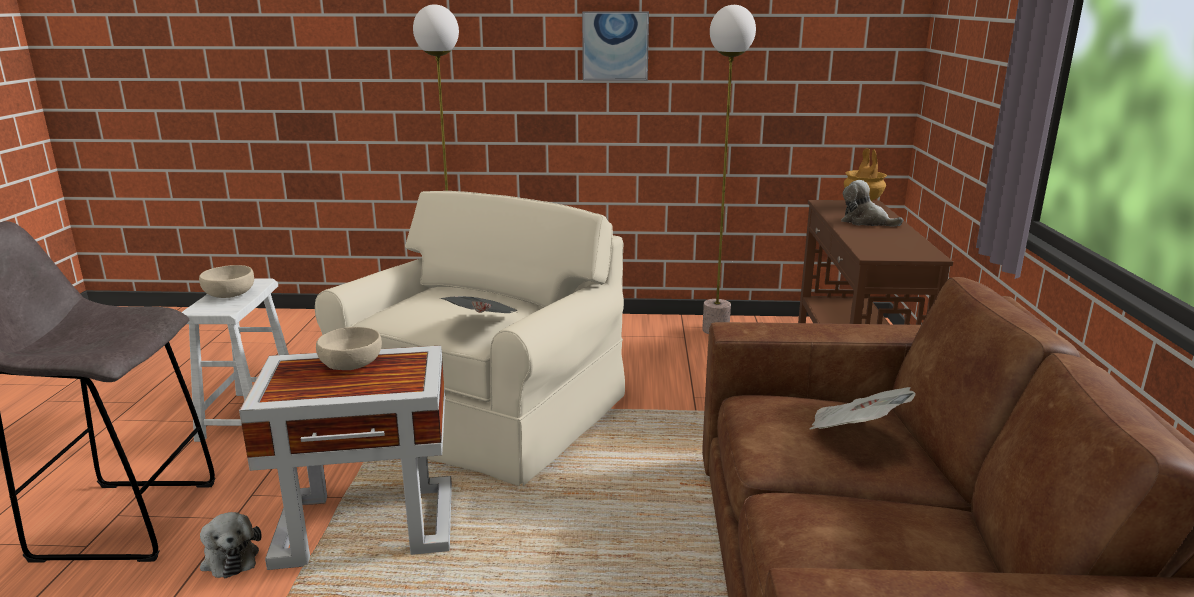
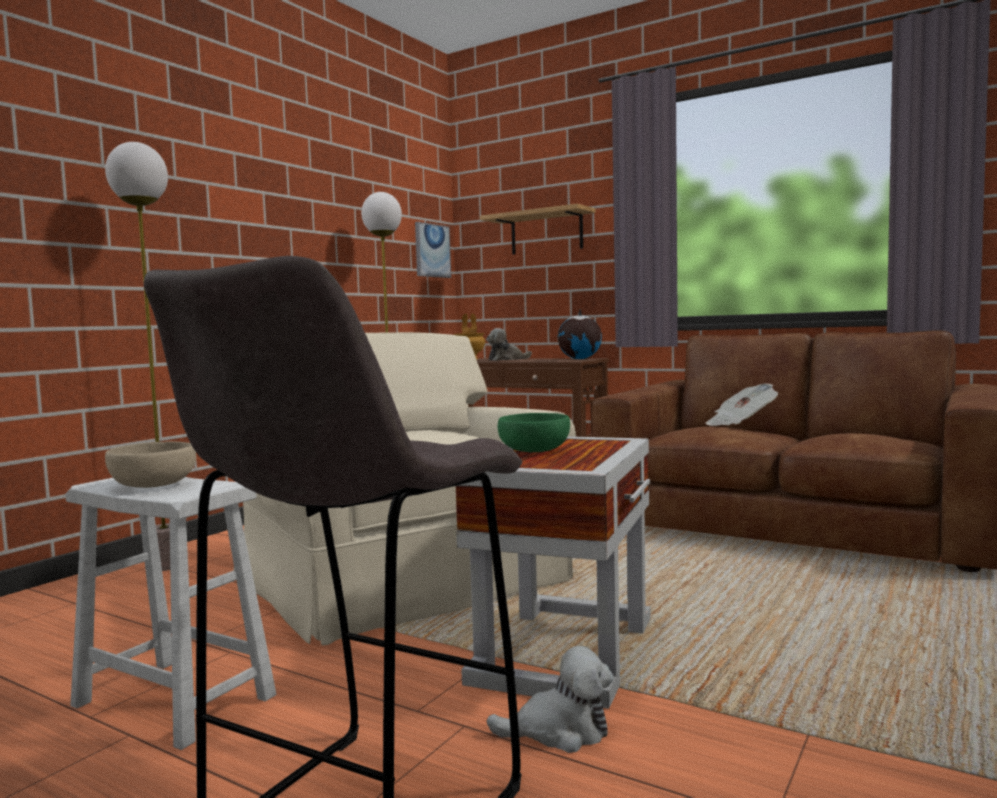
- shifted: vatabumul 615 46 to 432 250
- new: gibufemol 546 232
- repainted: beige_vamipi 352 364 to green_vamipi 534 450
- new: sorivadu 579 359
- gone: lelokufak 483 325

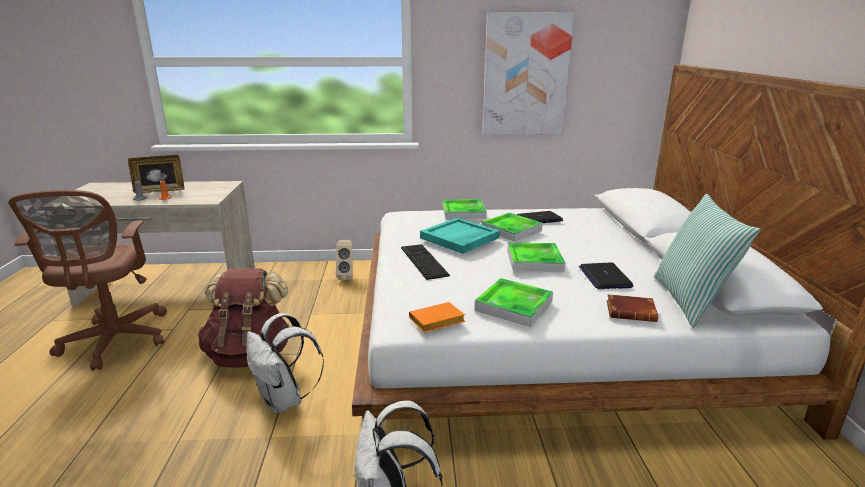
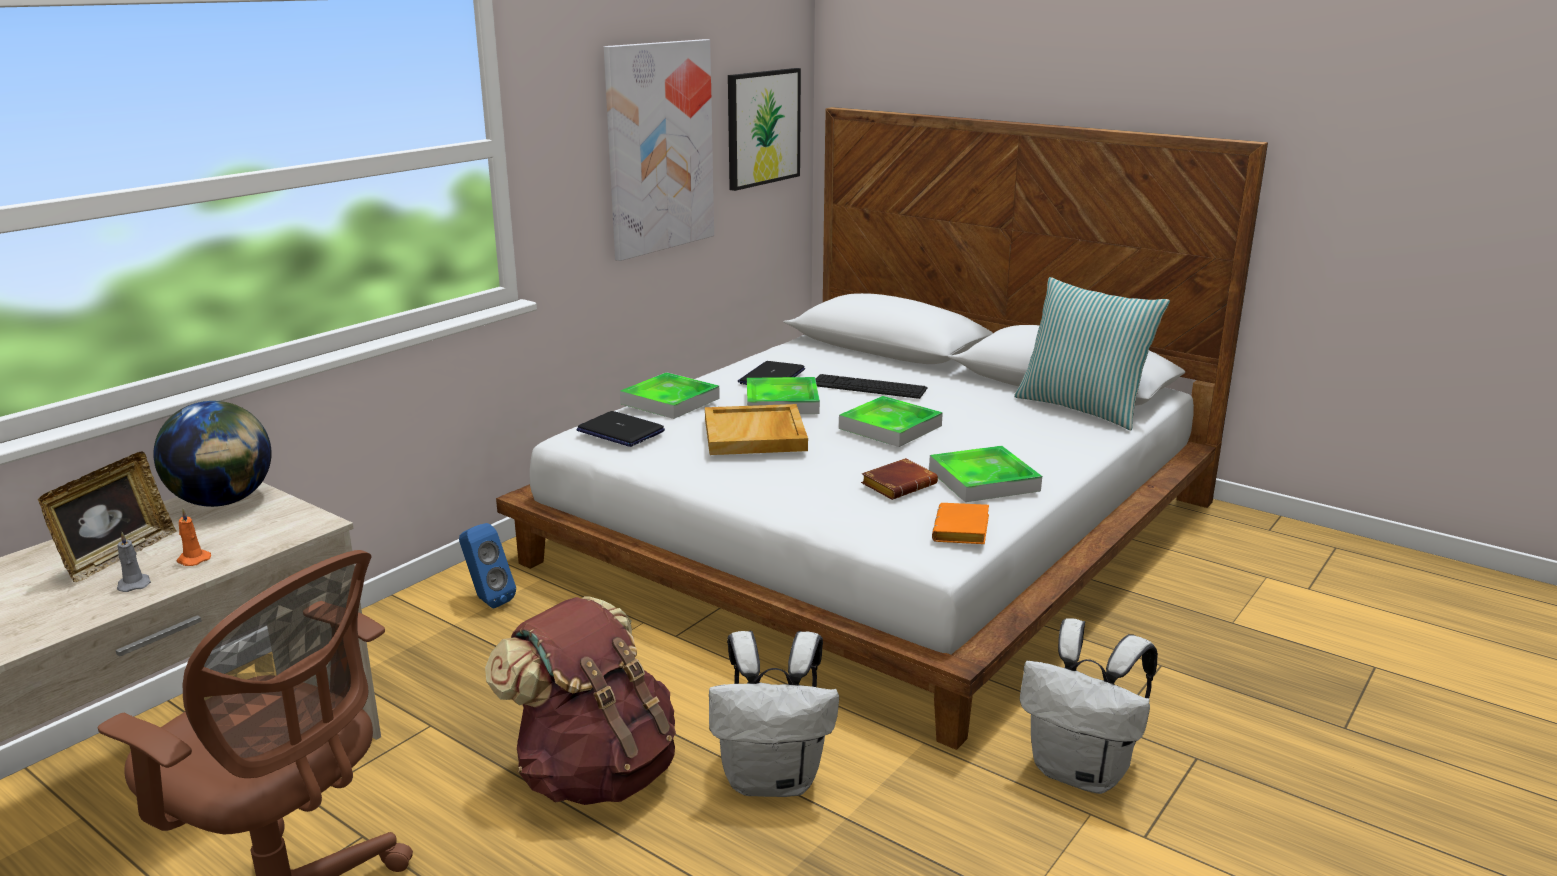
- new: sorivadu 223 501
- repainted: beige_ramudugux 346 277 to blue_ramudugux 487 600
- shifted: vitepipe 604 277 to 620 431
- repainted: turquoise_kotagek 459 238 to beige_kotagek 755 435
- new: vatabumul 762 127
- shifted: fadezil 424 261 to 868 387
- shifted: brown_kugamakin 632 312 to 899 484

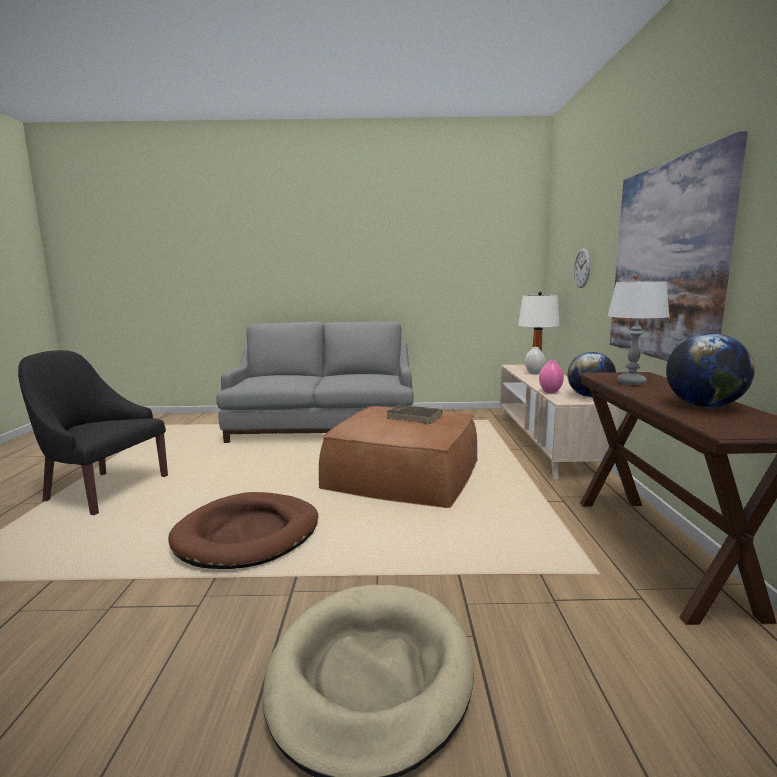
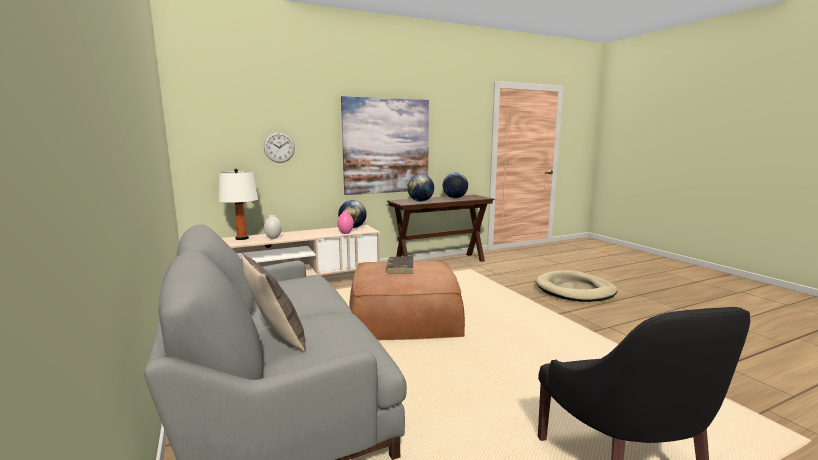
- new: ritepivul 275 338
- swapped: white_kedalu 631 382 to sorivadu 420 201
- gone: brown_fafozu 248 535

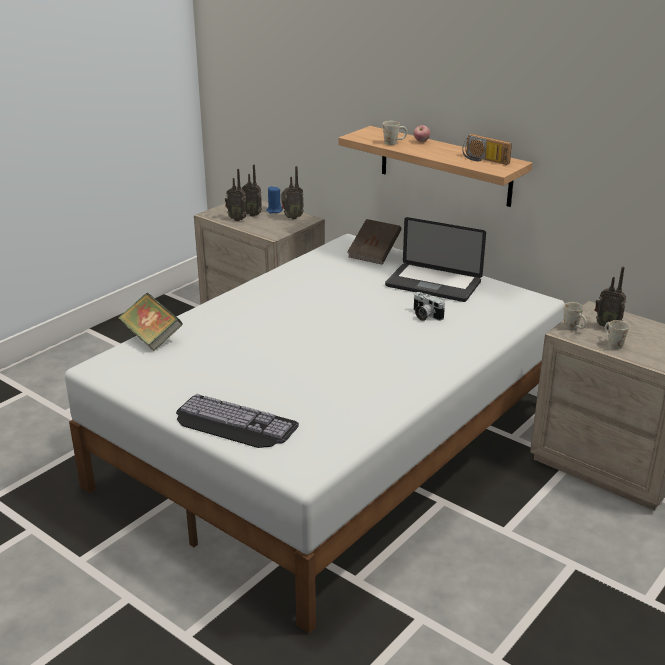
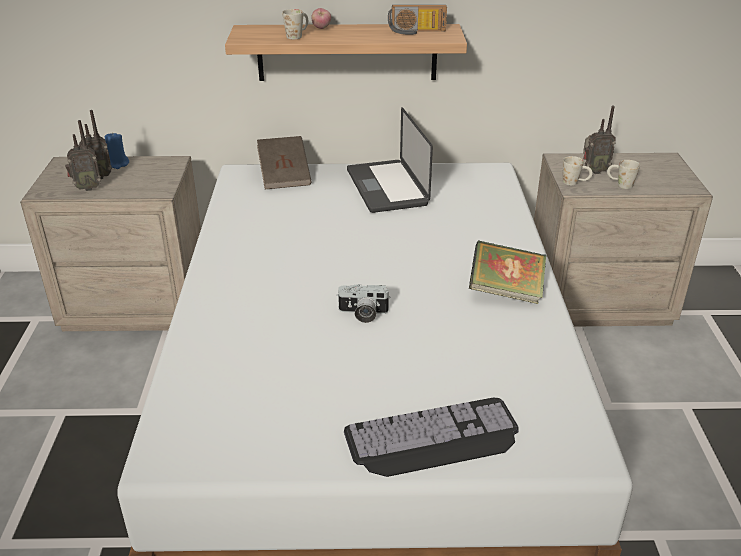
- shifted: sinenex 425 316 to 362 314
- rotated: vitepipe 433 284 = 386 187 90 degrees clockwise
- shifted: kugamakin 151 337 to 505 291
- gone: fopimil 291 217

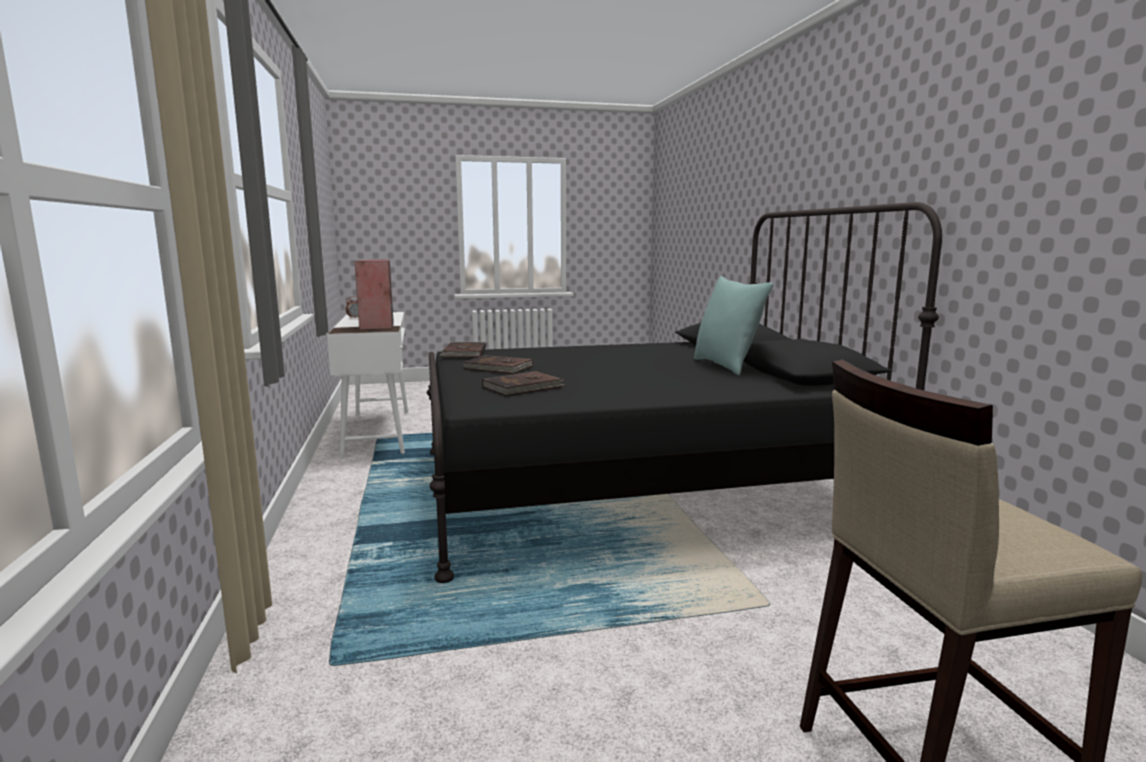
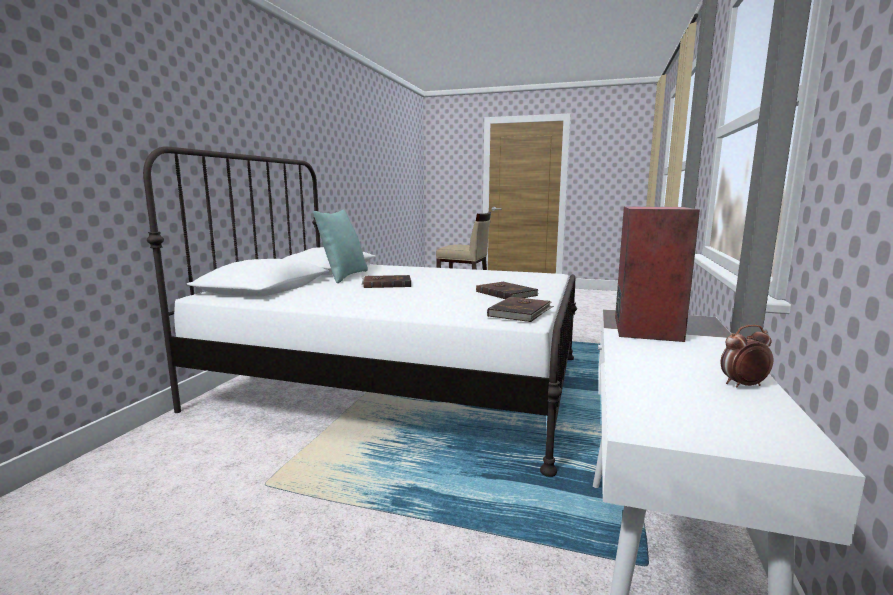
- repainted: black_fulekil 636 486 to white_fulekil 399 382
- shifted: brown_kugamakin 523 387 to 386 284

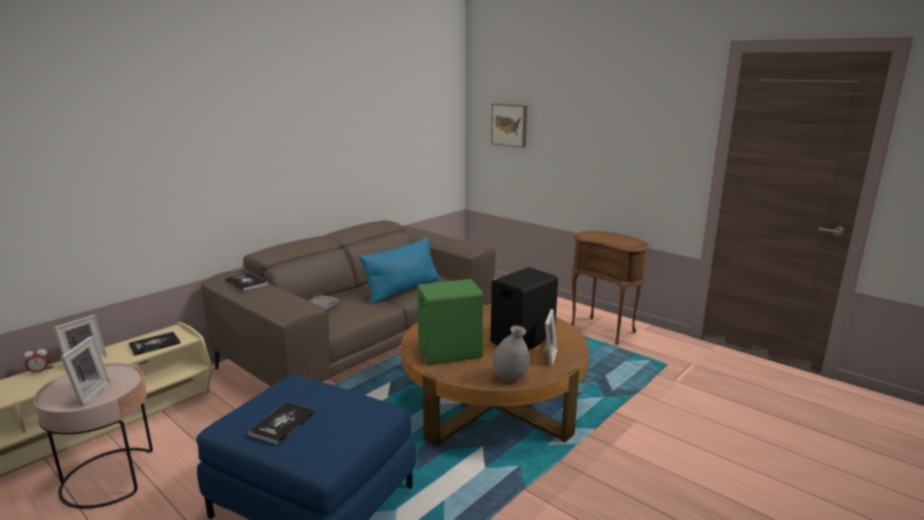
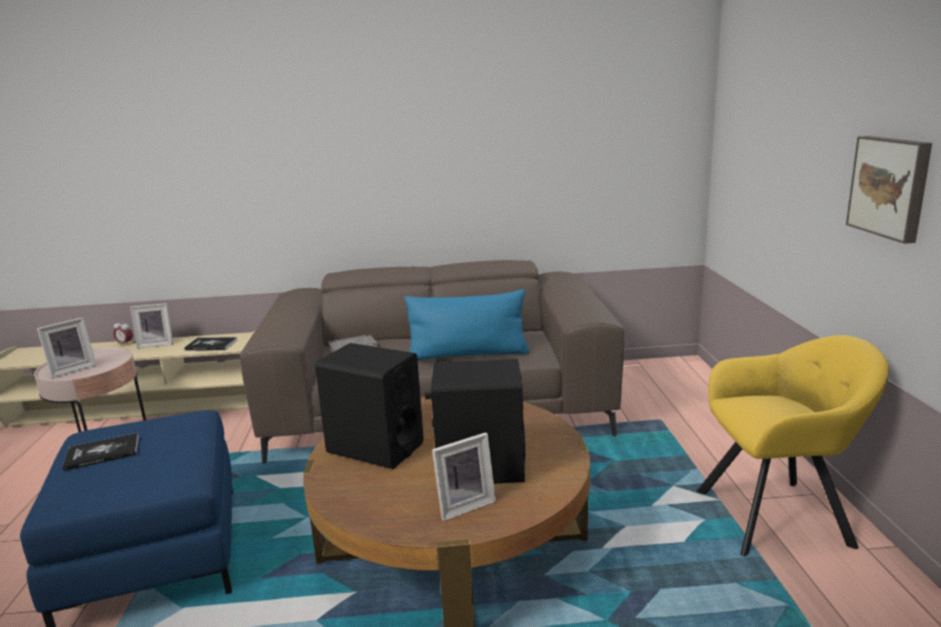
- repainted: green_ramudugux 449 353 to black_ramudugux 374 448
- swapped: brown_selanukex 604 330 to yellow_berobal 780 517
- shifted: vatabumul 510 125 to 890 187
- gone: kugamakin 246 283
- gone: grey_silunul 510 377

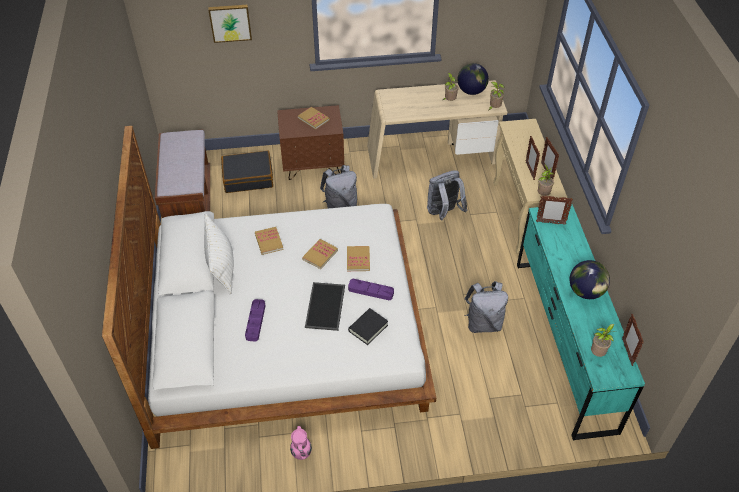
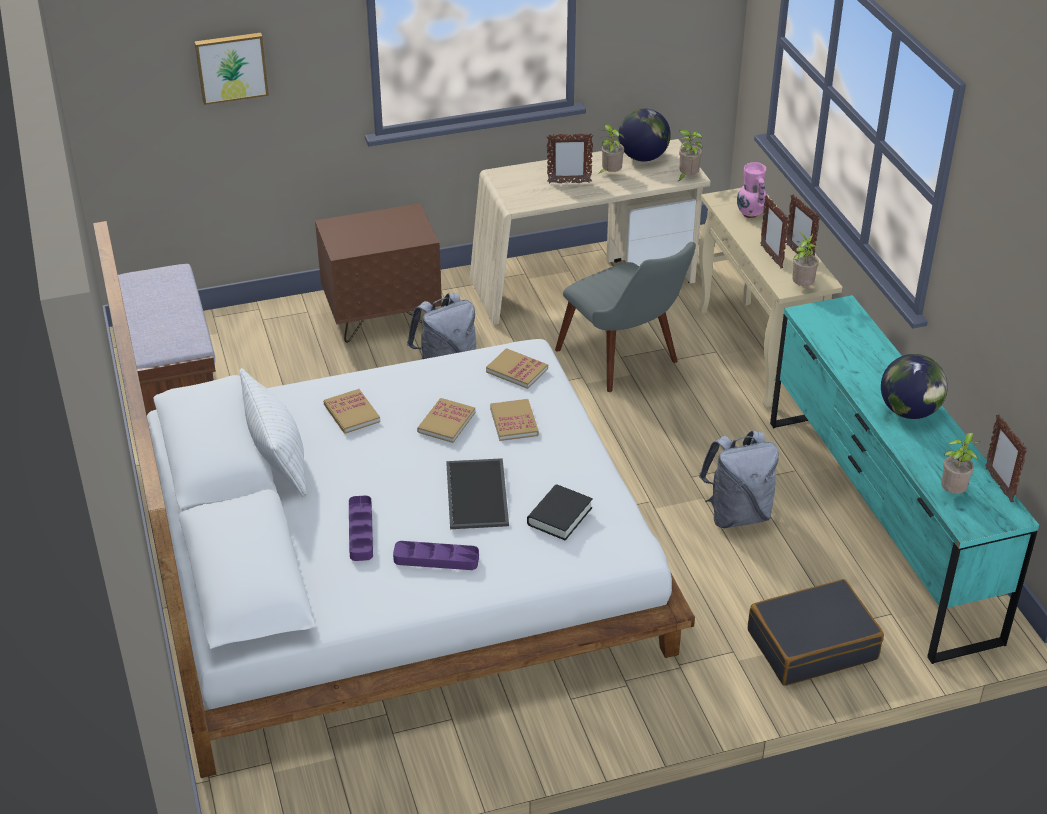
- shifted: purple_kotagek 371 291 to 436 559
- shifted: kugamakin 313 119 to 517 370
- shifted: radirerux 550 223 to 568 182
- swapped: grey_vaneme 443 213 to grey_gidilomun 627 362
- shifted: pink_silunul 301 454 to 750 214
- shifted: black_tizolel 248 177 to 812 644

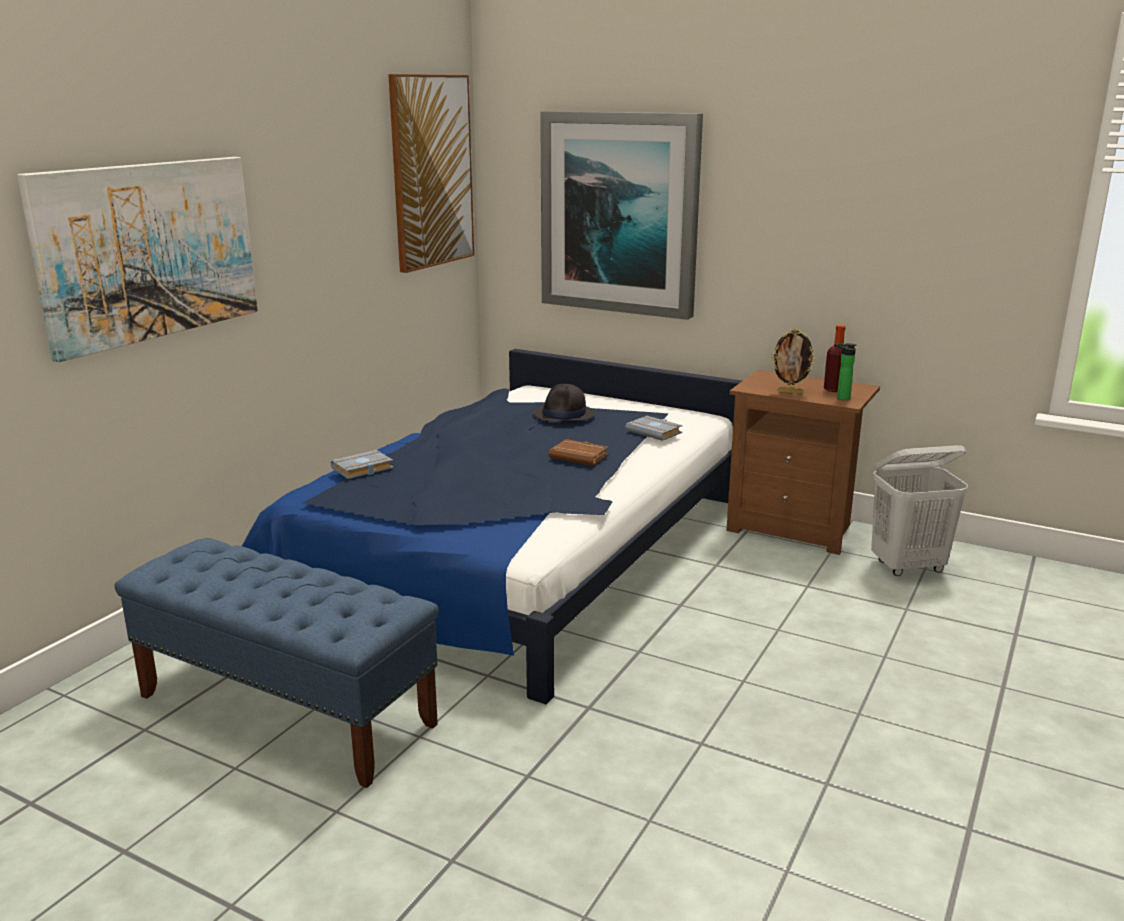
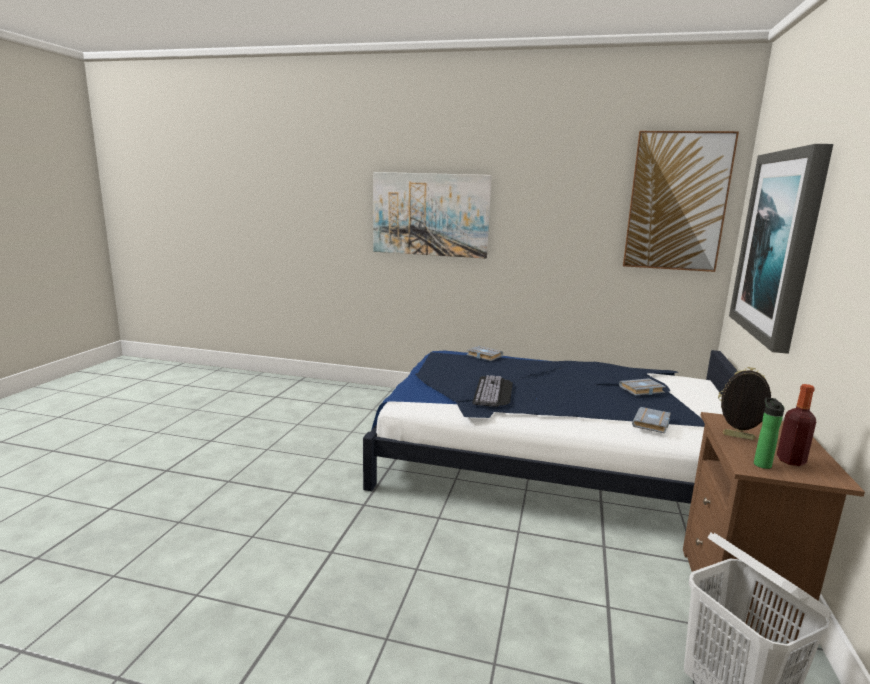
- new: fadezil 494 392
- swapped: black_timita 564 414 to grey_kugamakin 641 390
- rotated: radirerux 790 392 = 738 437 120 degrees clockwise
- gone: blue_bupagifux 287 710
- gone: brown_kugamakin 580 456

